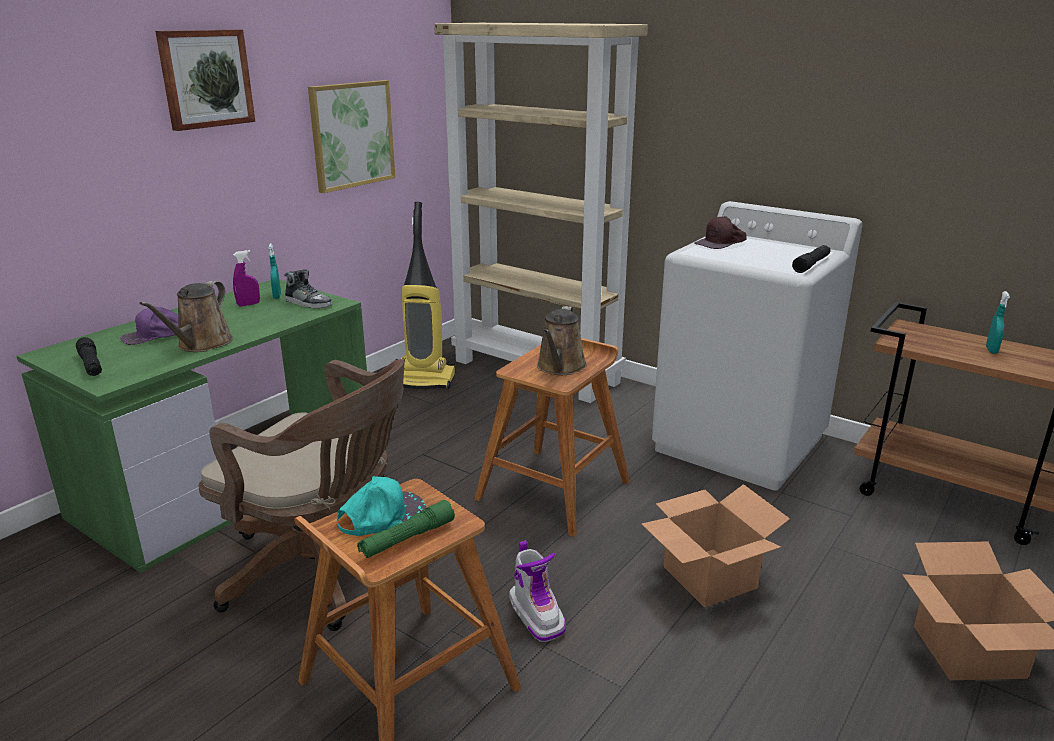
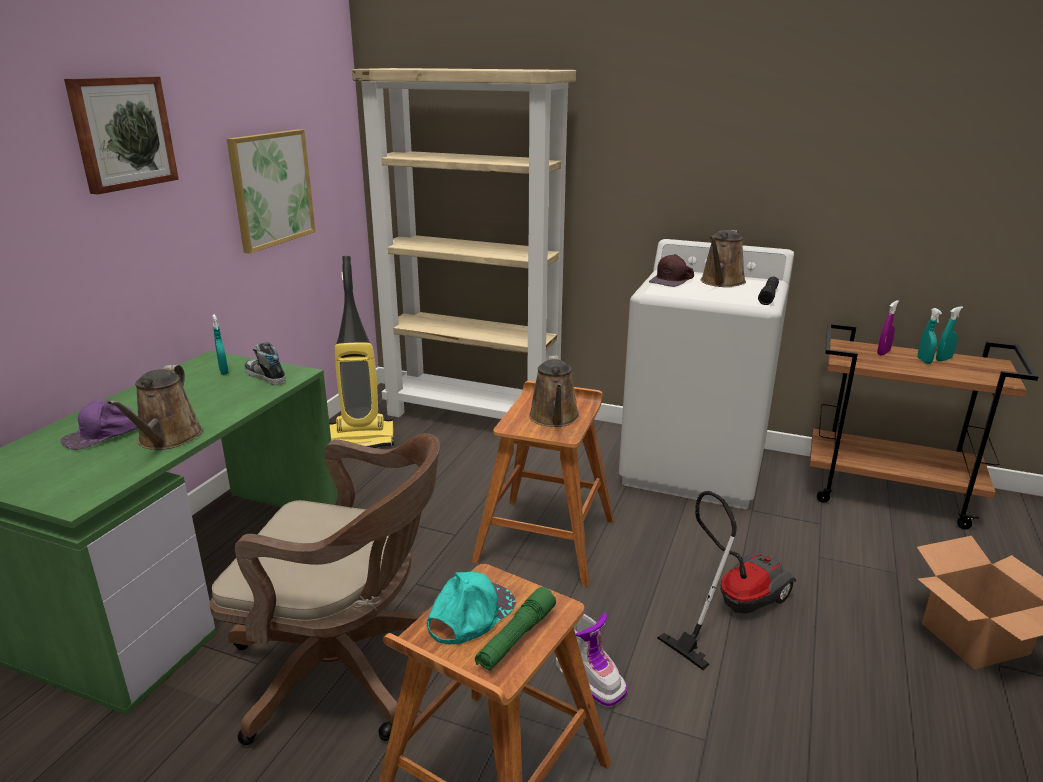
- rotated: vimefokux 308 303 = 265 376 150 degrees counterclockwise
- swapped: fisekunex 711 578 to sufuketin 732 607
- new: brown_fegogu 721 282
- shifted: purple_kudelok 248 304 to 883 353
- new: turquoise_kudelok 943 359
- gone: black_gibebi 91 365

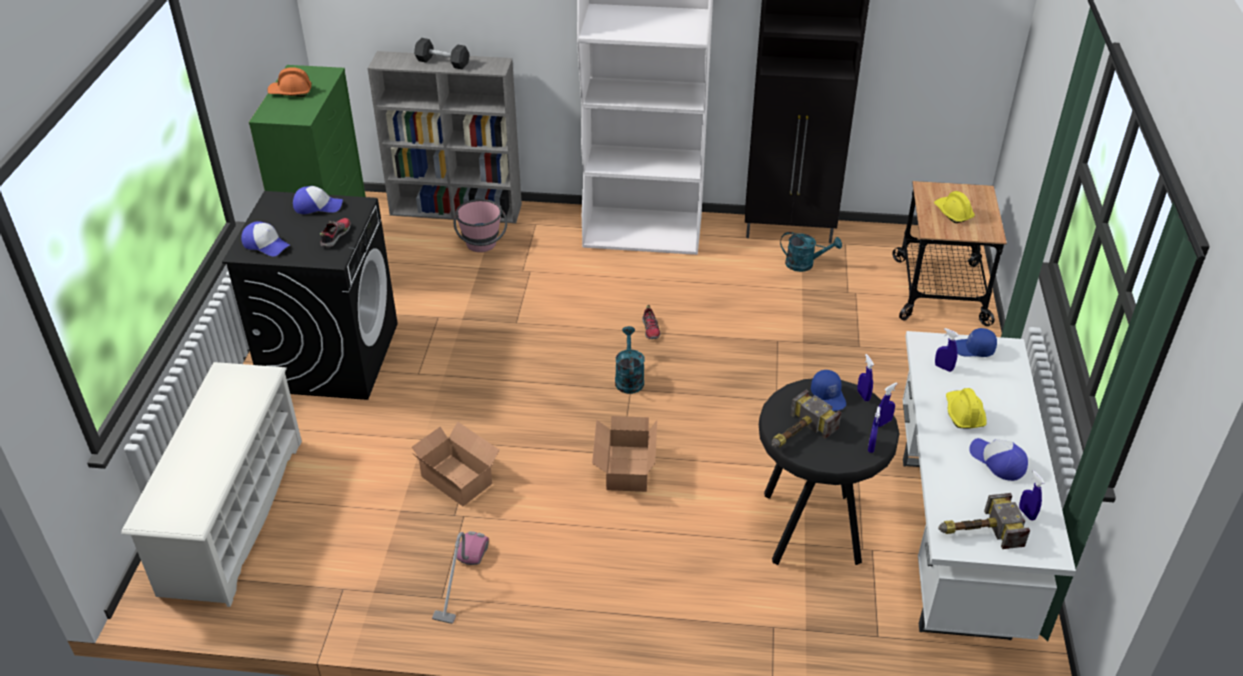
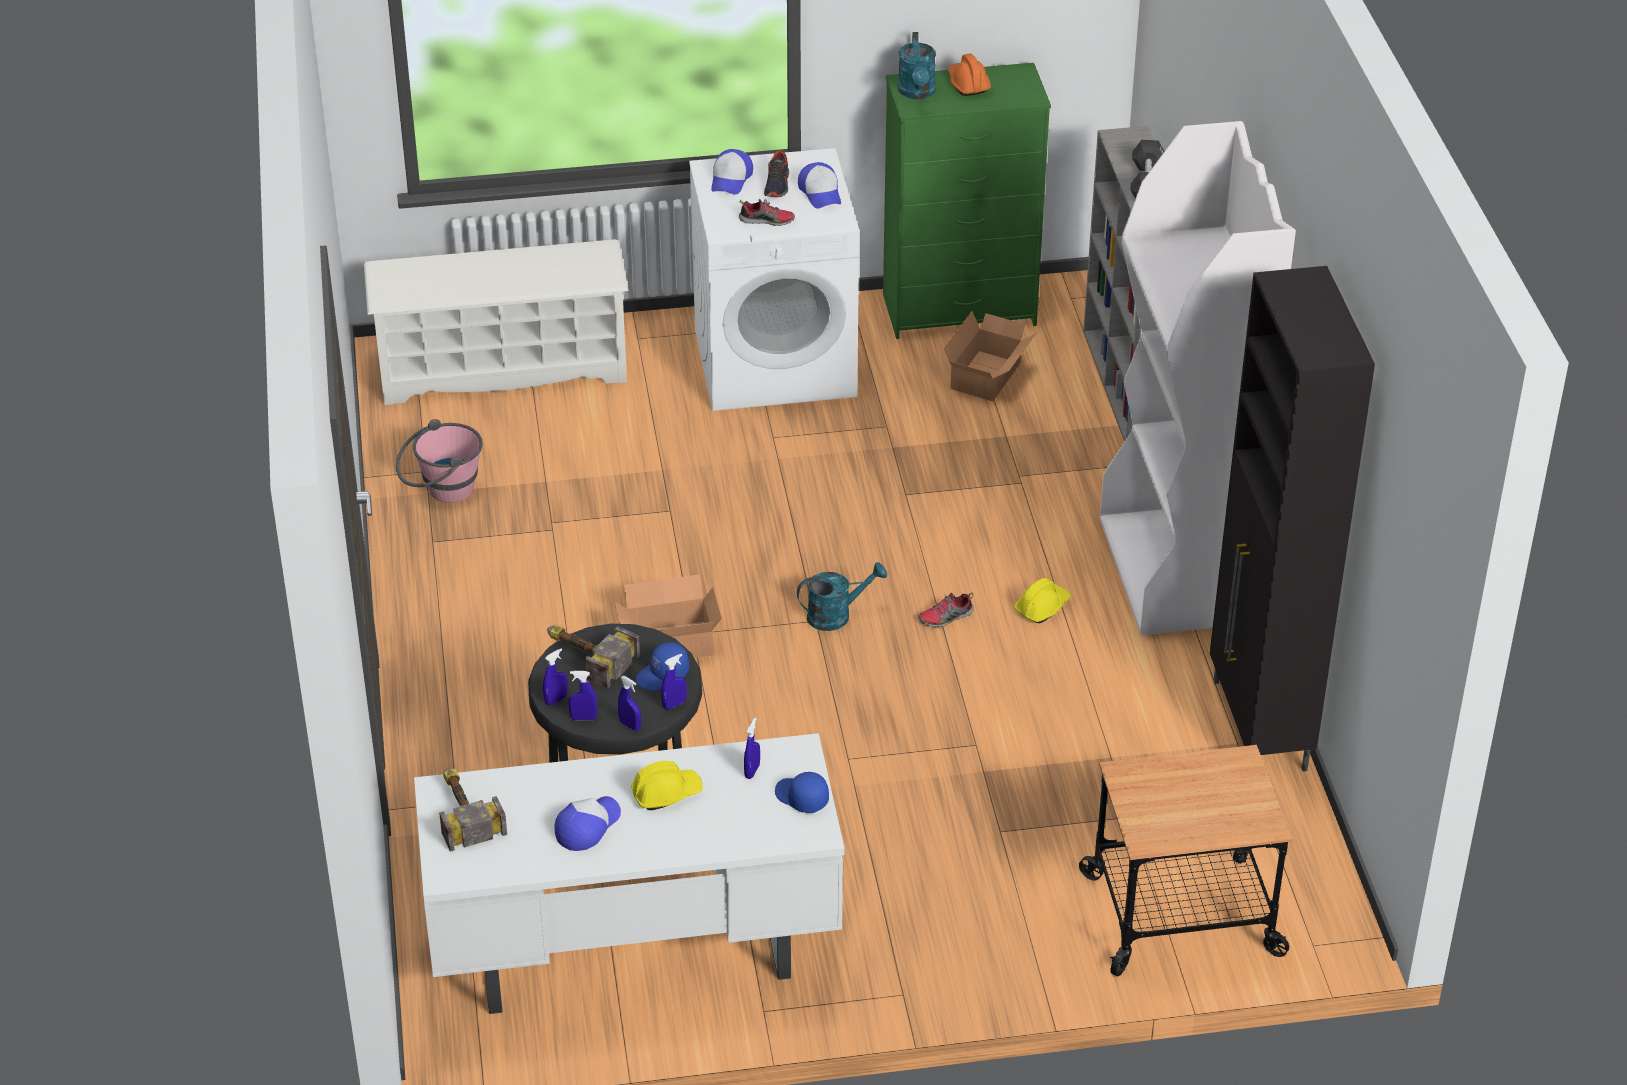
- shifted: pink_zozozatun 482 247 to 442 491
- shifted: blue_kudelok 1026 513 to 556 699
- repainted: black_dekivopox 331 356 to white_dekivopox 776 362
- new: vimefokux 777 185
- rotated: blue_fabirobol 973 349 = 801 798 45 degrees counterclockwise
- shifted: turquoise_fegogu 805 264 to 917 93
- shifted: fisekunex 457 478 to 989 376
- shifted: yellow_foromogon 953 213 to 1042 607
- gone: sufuketin 461 580

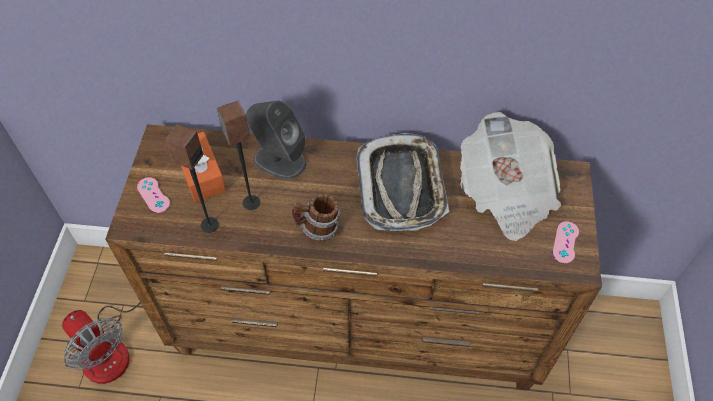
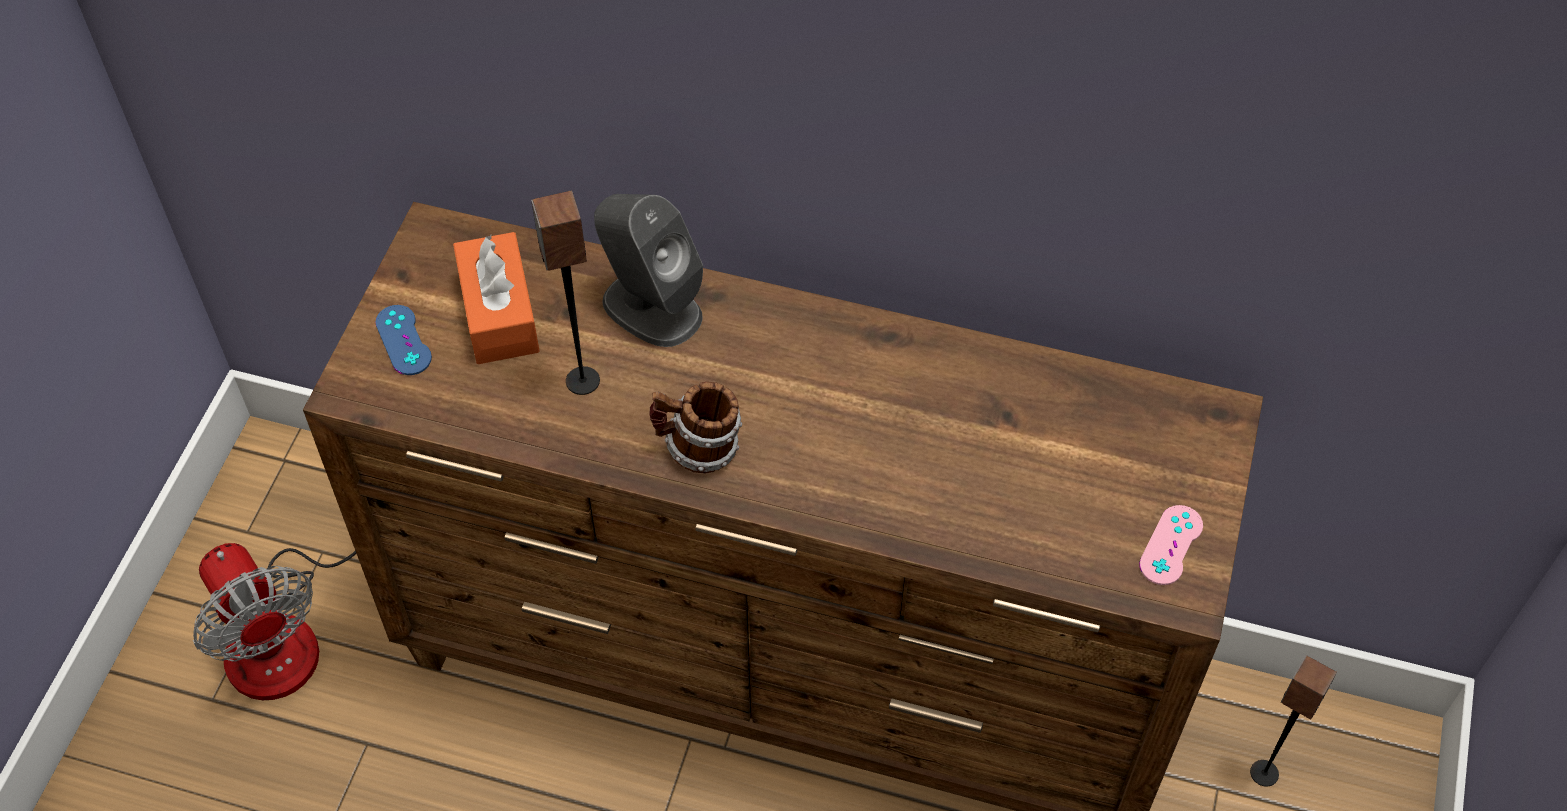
- repainted: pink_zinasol 153 195 to blue_zinasol 403 340
- shifted: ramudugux 209 224 to 1263 772
- gone: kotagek 402 186
- gone: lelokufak 506 194

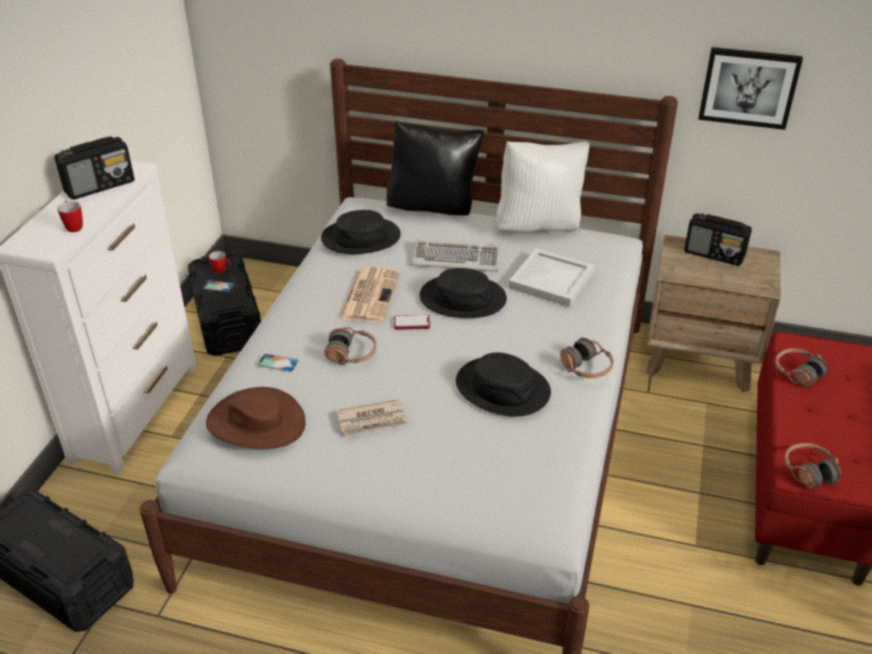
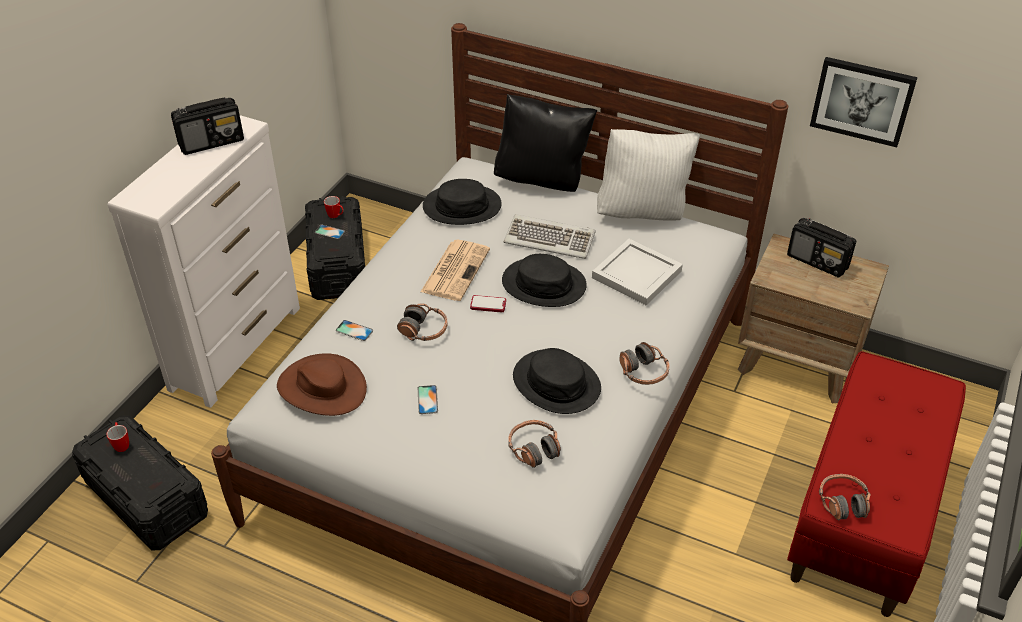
- shifted: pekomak 73 226 to 121 444
- swapped: lelokufak 373 420 to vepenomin 427 399
- shifted: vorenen 797 373 to 534 449

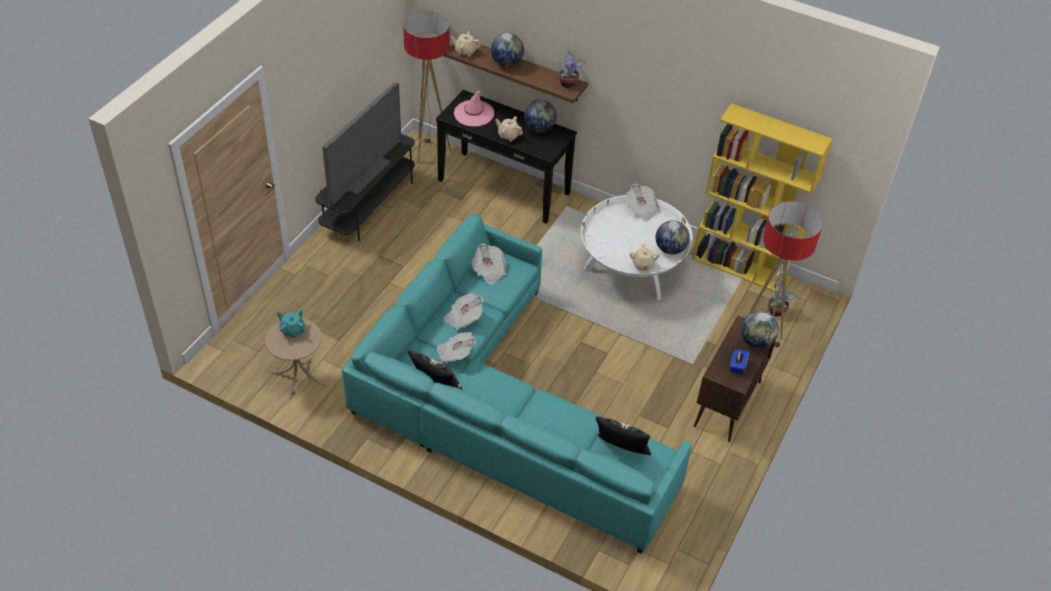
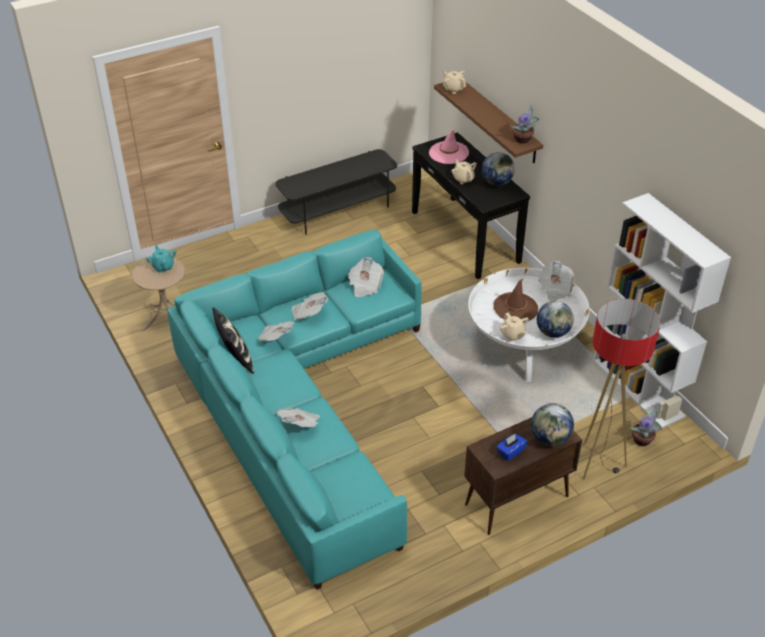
- new: lelokufak 300 425
- new: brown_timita 515 308
- rotated: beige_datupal 642 265 = 513 335 60 degrees counterclockwise
- repainted: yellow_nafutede 742 268 to white_nafutede 638 388
- gone: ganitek 362 172
- gone: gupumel 429 150
- gone: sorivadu 506 63
- gone: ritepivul 621 451

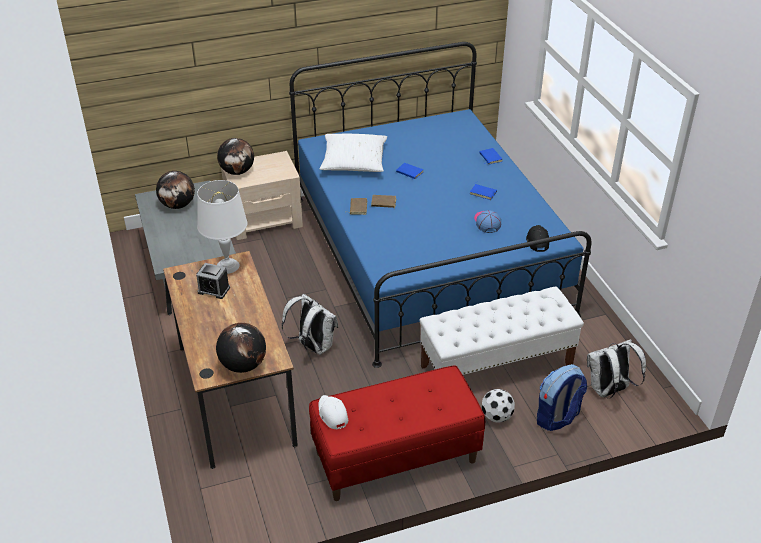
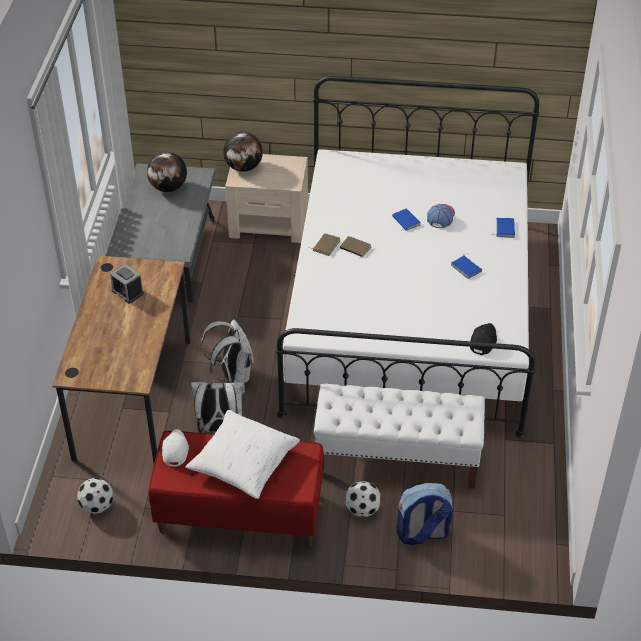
- new: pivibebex 97 506
- shifted: white_ritepivul 353 161 to 243 462
- shifted: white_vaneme 608 391 to 220 427
- repainted: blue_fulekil 427 254 to white_fulekil 409 313
- shifted: fabirobol 487 222 to 440 216
- gone: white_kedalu 228 266
- gone: sorivadu 243 365

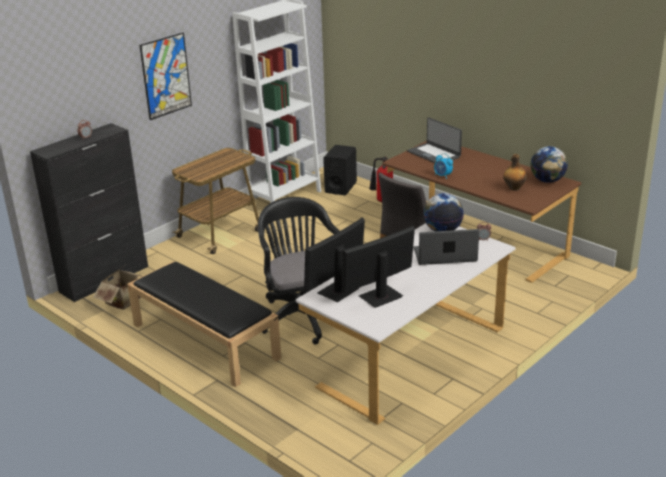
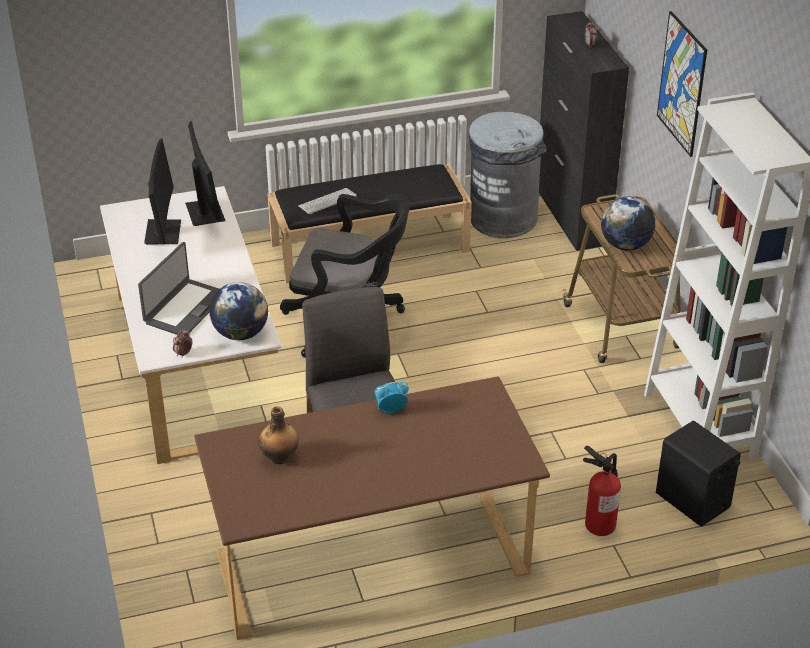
- new: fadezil 327 201
- swapped: fisekunex 126 302 to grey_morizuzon 503 218
- shifted: sorivadu 547 181 to 625 245
- gone: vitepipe 434 154

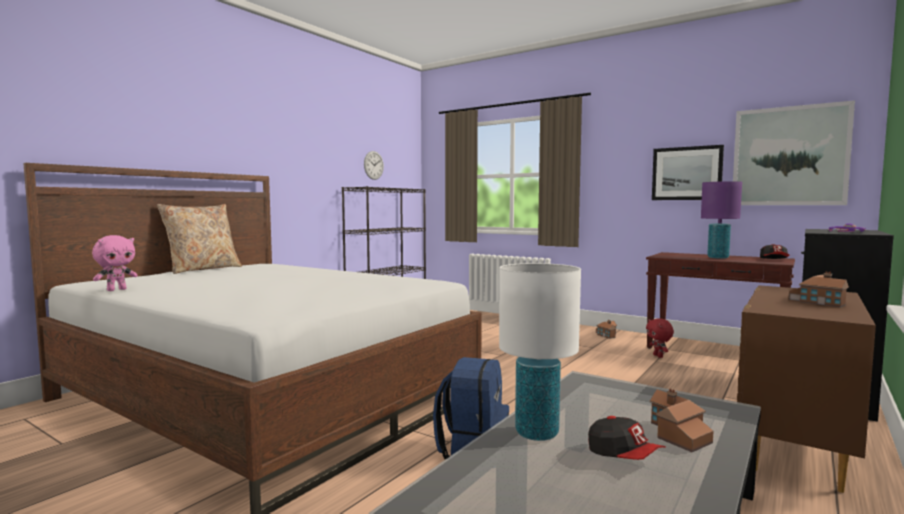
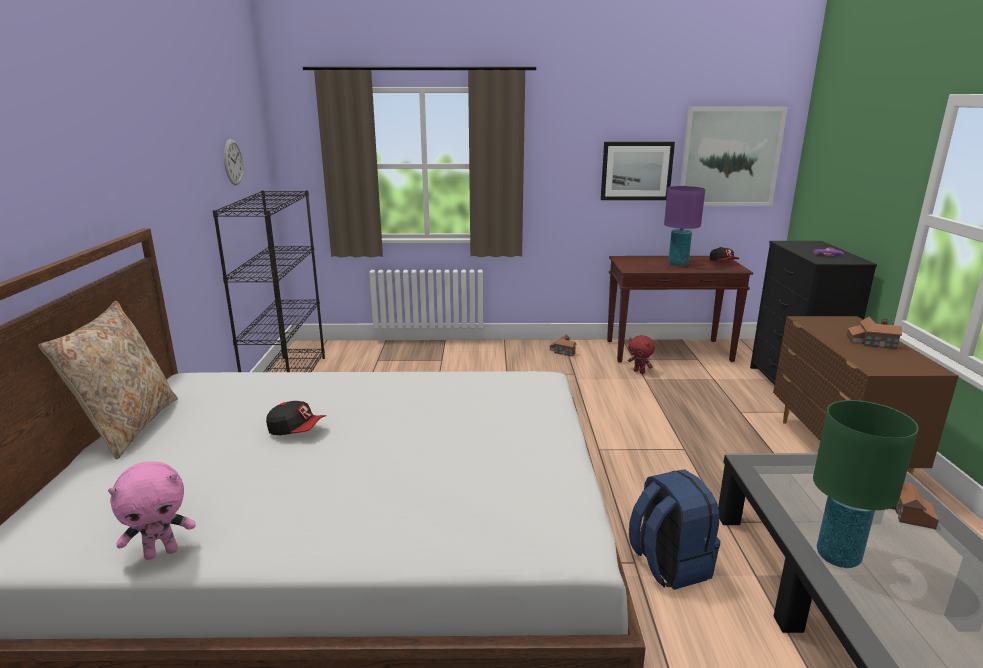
- rotated: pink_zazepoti 116 290 = 161 552 60 degrees clockwise
- shifted: fabirobol 624 456 to 297 430
- repainted: white_kedalu 537 433 to green_kedalu 838 556

